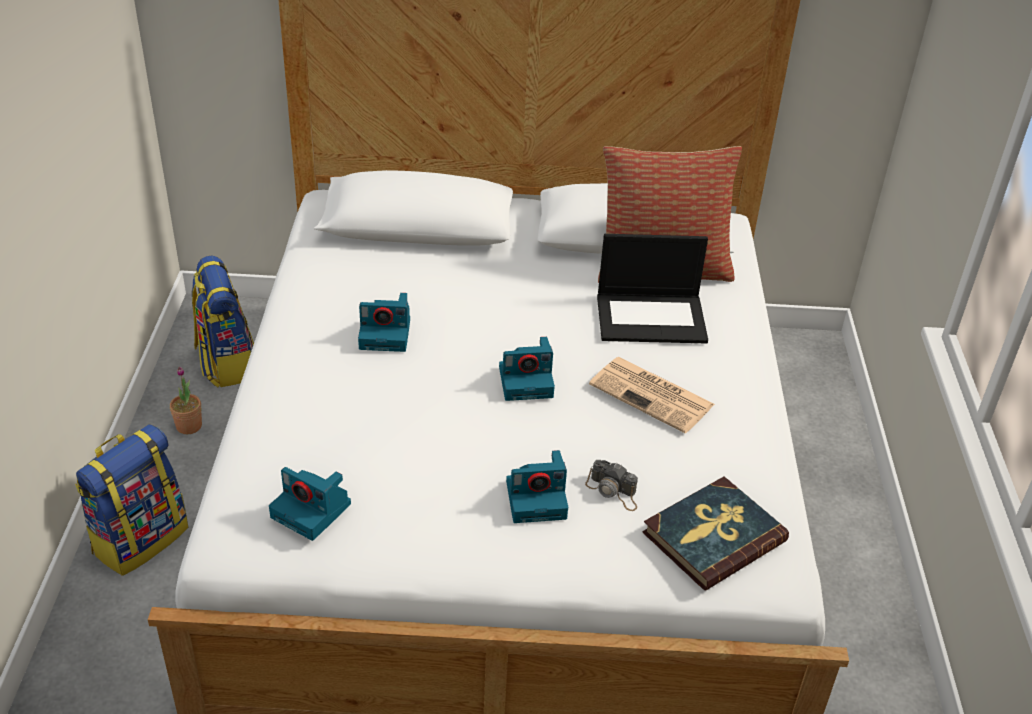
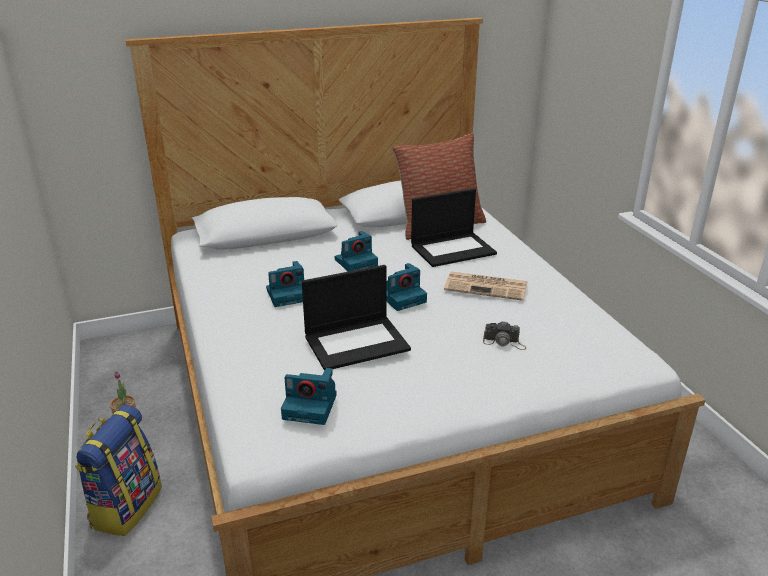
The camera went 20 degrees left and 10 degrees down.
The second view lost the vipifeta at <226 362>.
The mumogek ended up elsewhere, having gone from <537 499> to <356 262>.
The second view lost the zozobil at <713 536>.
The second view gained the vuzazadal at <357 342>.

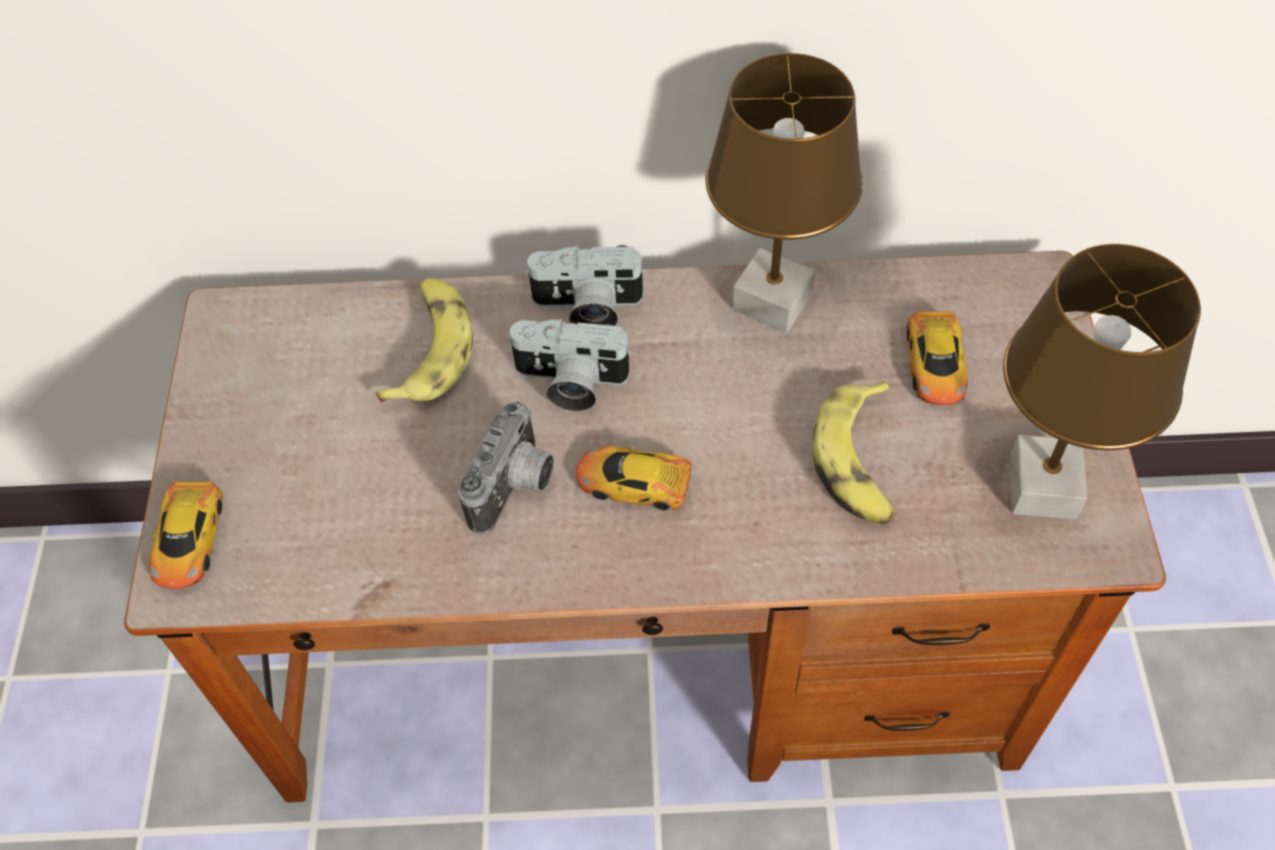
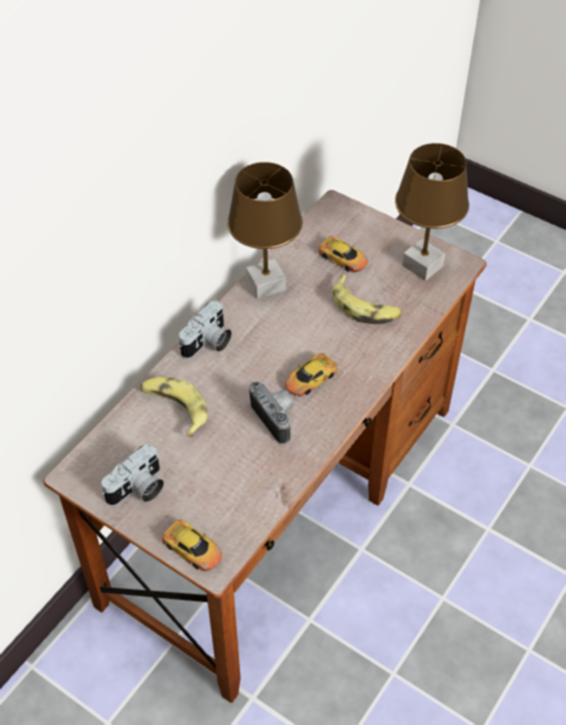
The camera went 55 degrees left and 5 degrees down.
The mumogek ended up elsewhere, having gone from <569 383> to <138 489>.

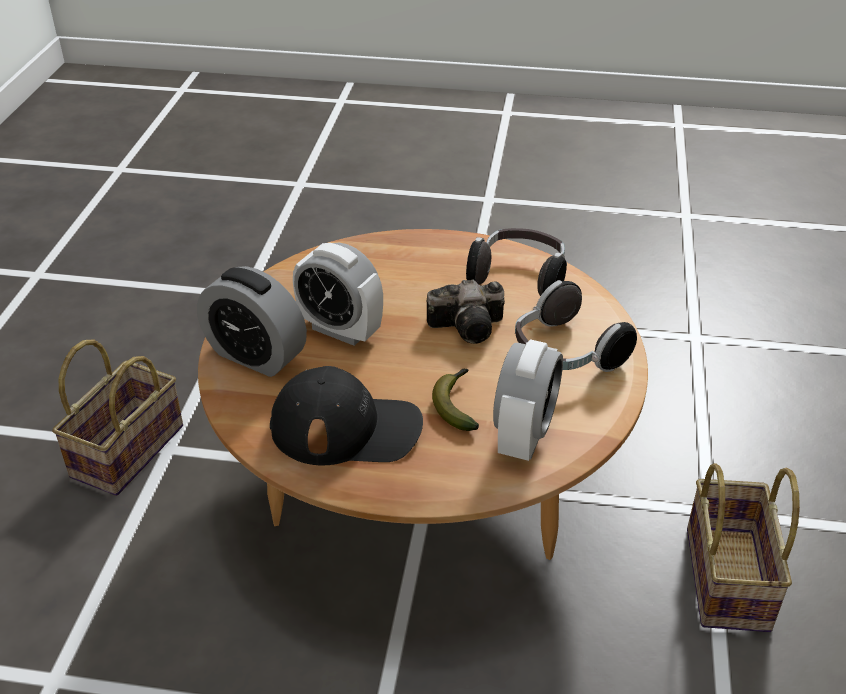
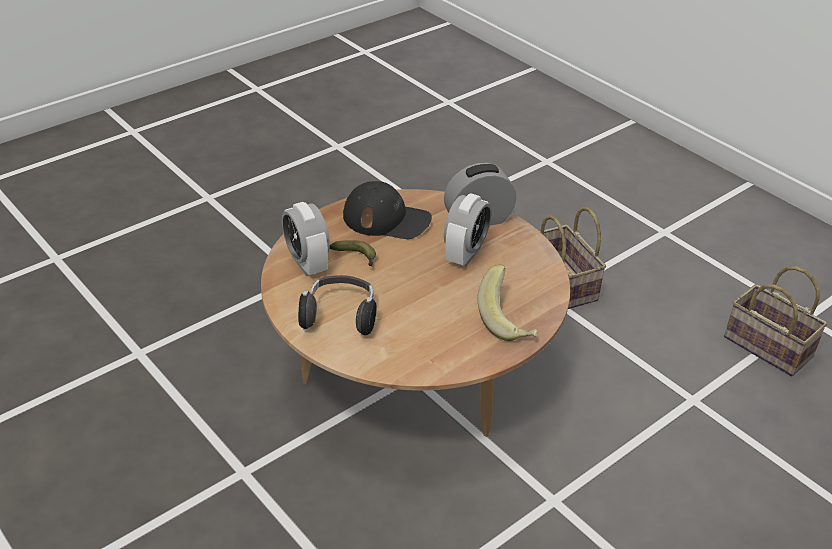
The camera went 130 degrees right and 0 degrees up.
The second view lost the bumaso at <519 278>.
The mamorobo at <340 330> ended up facing another way, 135 degrees clockwise from before.
The second view lost the mumogek at <470 327>.
The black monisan at <347 428> ended up facing another way, 120 degrees counterclockwise from before.
The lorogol ended up elsewhere, having gone from <730 581> to <765 347>.
The second view gained the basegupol at <508 321>.

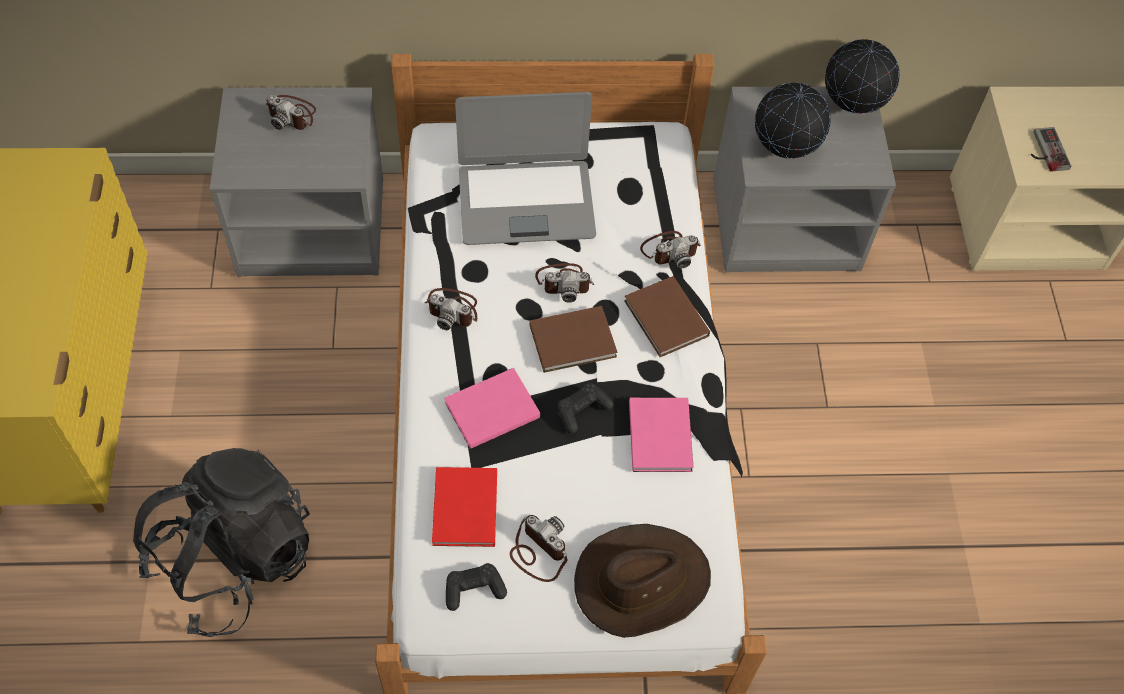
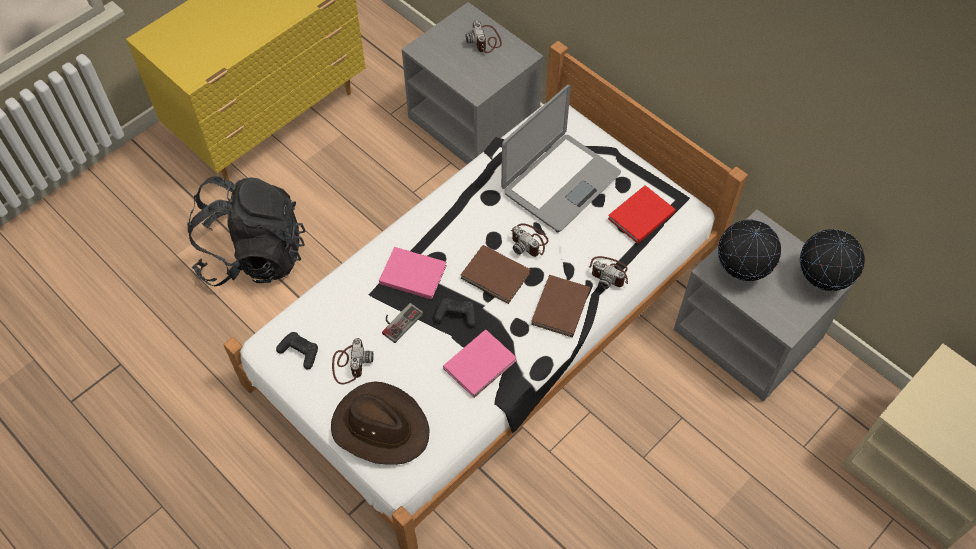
The camera went 50 degrees right and 0 degrees up.
The vuzazadal at <526 202> ended up facing another way, 90 degrees counterclockwise from before.
The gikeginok ended up elsewhere, having gone from <1045 151> to <398 321>.
The second view lost the mumogek at <453 309>.
The red zozobil ended up elsewhere, having gone from <463 510> to <639 216>.

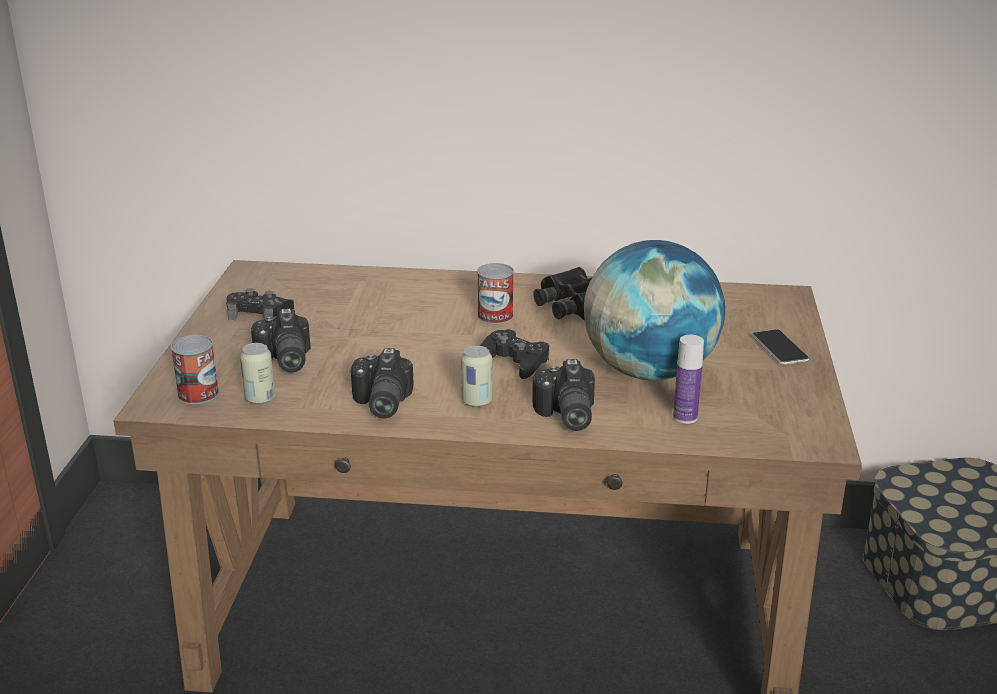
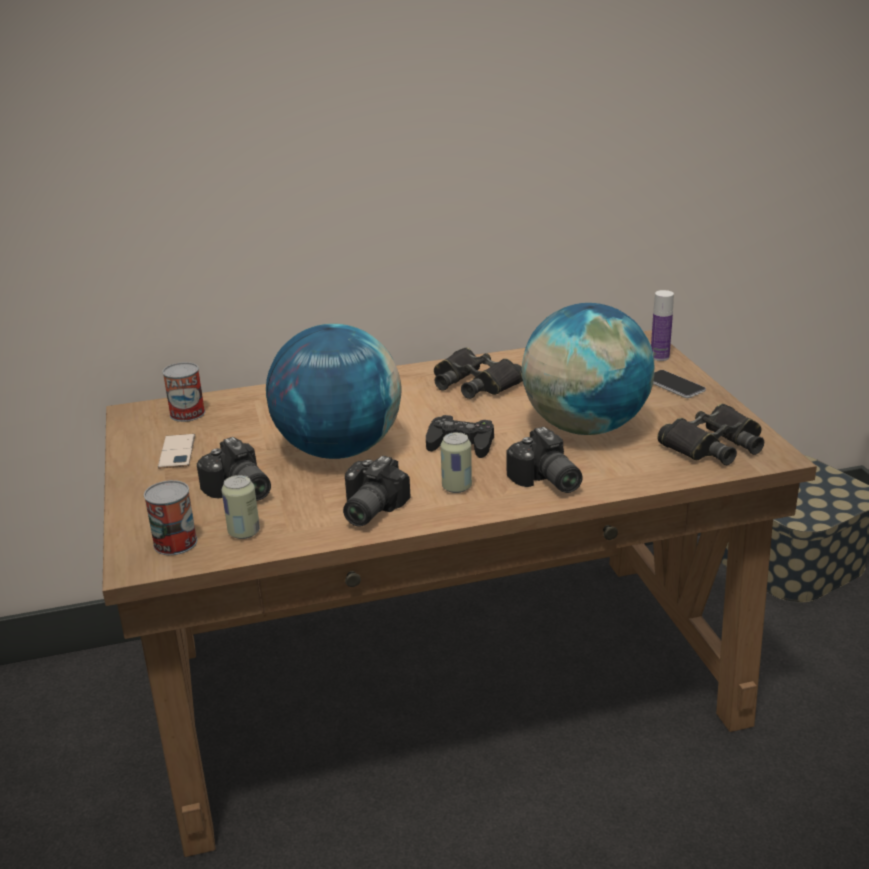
The camera went 20 degrees left and 0 degrees up.
The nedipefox ended up elsewhere, having gone from <495 316> to <187 413>.
Where the black gikeginok stood at <259 314>, the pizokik came to stand at <177 452>.
The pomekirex ended up elsewhere, having gone from <685 417> to <659 357>.
The mumogek at <379 403> ended up facing another way, 45 degrees clockwise from before.
The second view gained the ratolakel at <339 450>.
The second view gained the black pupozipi at <713 445>.

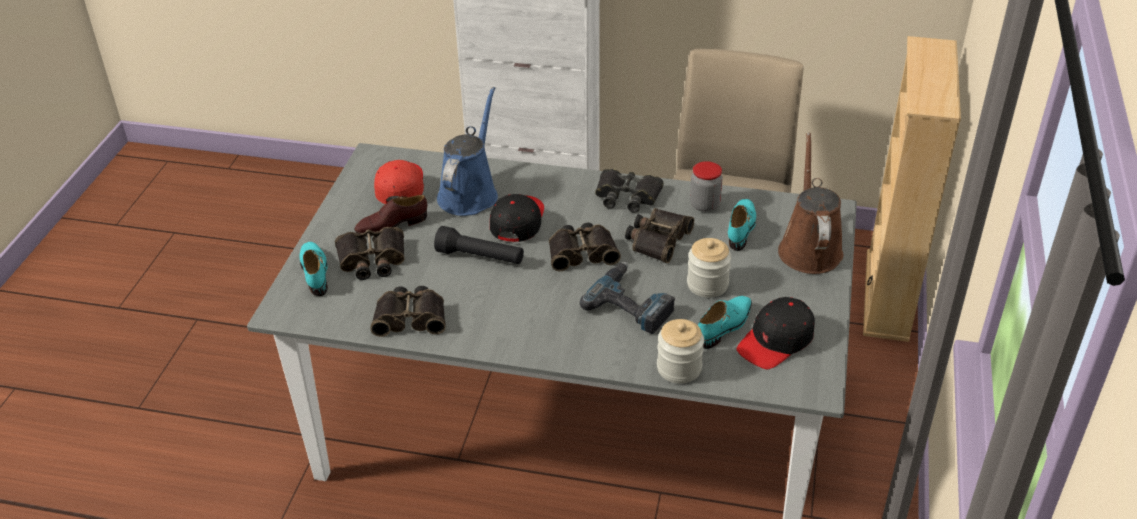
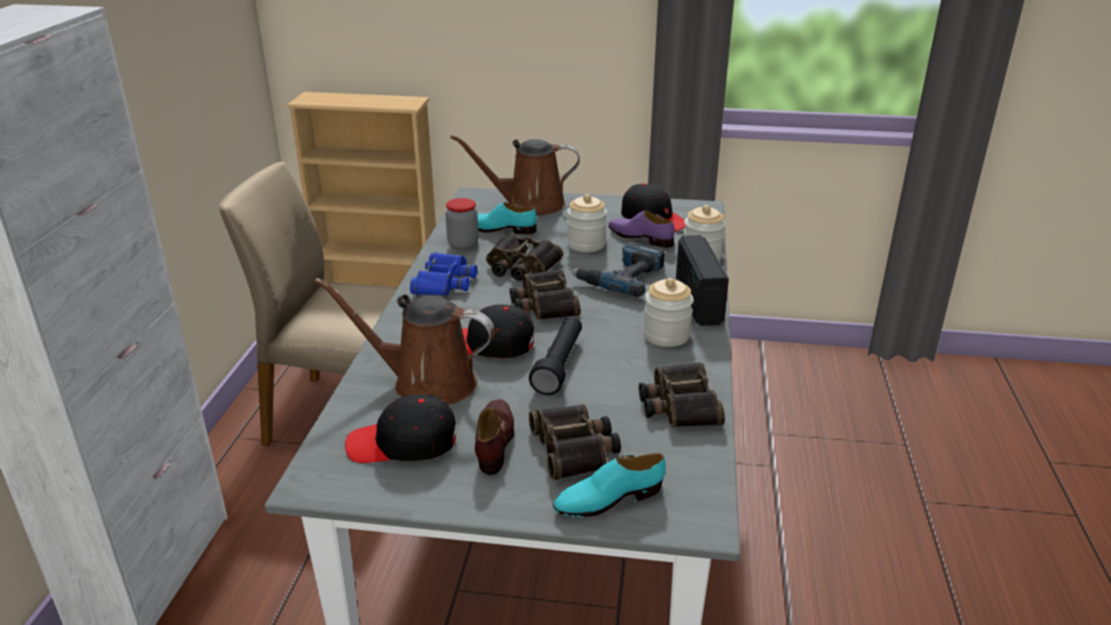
The camera went 95 degrees left and 10 degrees down.
What was the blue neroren at <470 193> turned into the brown neroren at <426 382>.
What was the red monisan at <400 187> turned into the black monisan at <403 443>.
What was the black pupozipi at <627 196> turned into the blue pupozipi at <444 282>.
The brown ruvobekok at <391 225> ended up facing another way, 150 degrees counterclockwise from before.
What was the turquoise ruvobekok at <725 326> turned into the purple ruvobekok at <640 237>.
The second view gained the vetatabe at <697 301>.
The second view gained the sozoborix at <666 335>.

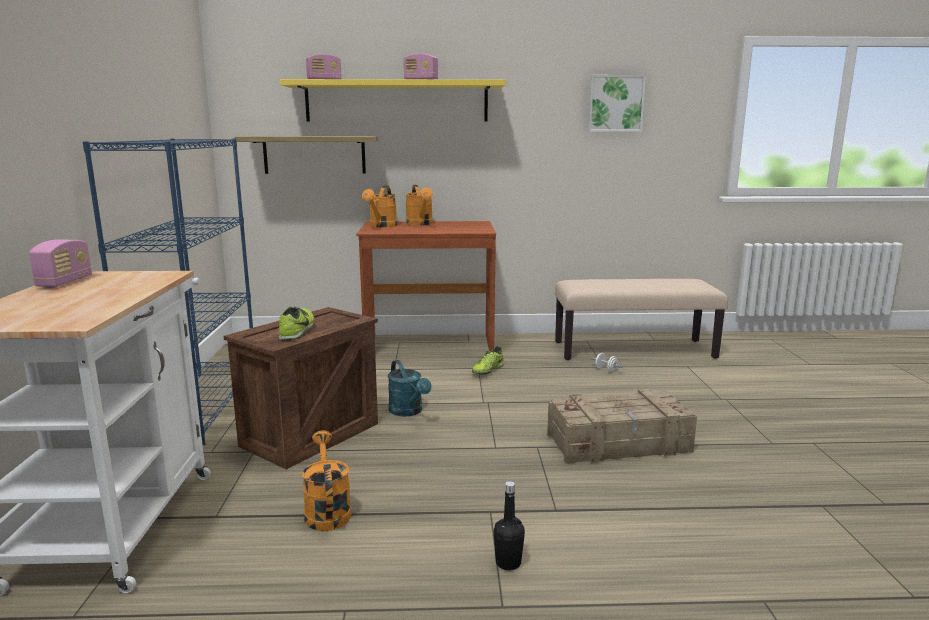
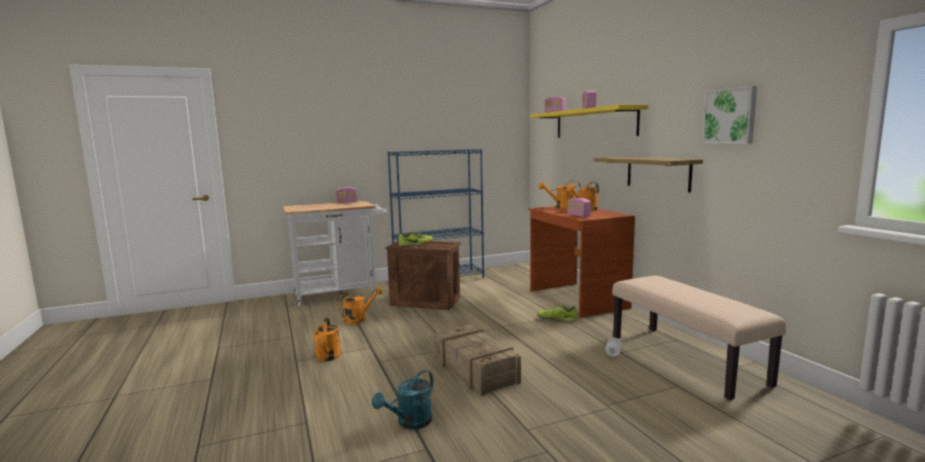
The camera went 70 degrees right and 5 degrees down.
The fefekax ended up elsewhere, having gone from <314 154> to <657 173>.
The turquoise neroren ended up elsewhere, having gone from <408 411> to <410 423>.
Where the black pomekirex stood at <508 563>, the orange neroren came to stand at <328 357>.
The second view gained the vetatabe at <578 216>.

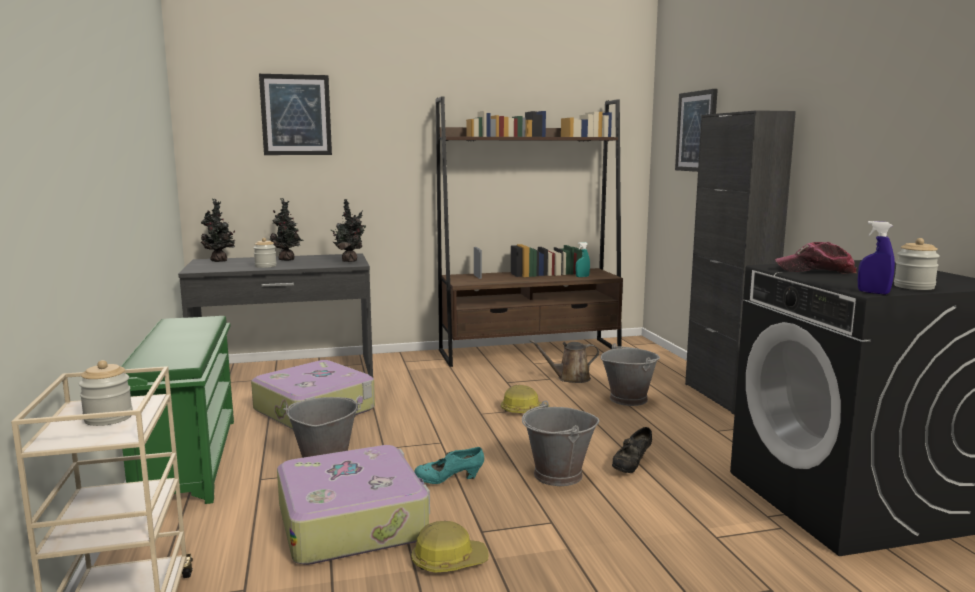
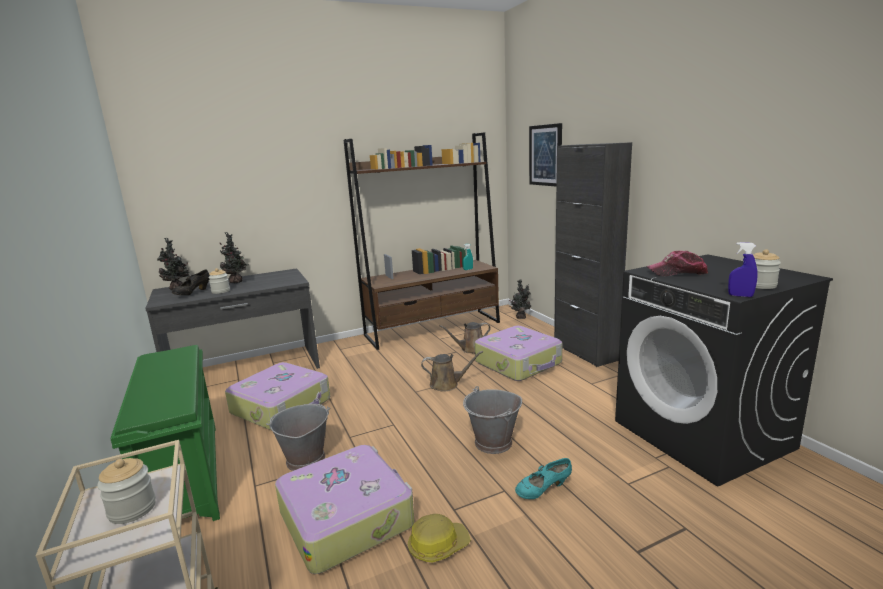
The camera went 10 degrees left and 5 degrees up.
The second view lost the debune at <296 115>.
The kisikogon ended up elsewhere, having gone from <350 261> to <520 317>.
Where the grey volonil stood at <628 399>, the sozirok came to stand at <519 363>.
Where the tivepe stood at <524 411>, the brown neroren came to stand at <447 384>.
The black ruvobekok ended up elsewhere, having gone from <631 466> to <193 293>.
The turquoise ruvobekok ended up elsewhere, having gone from <449 480> to <543 491>.

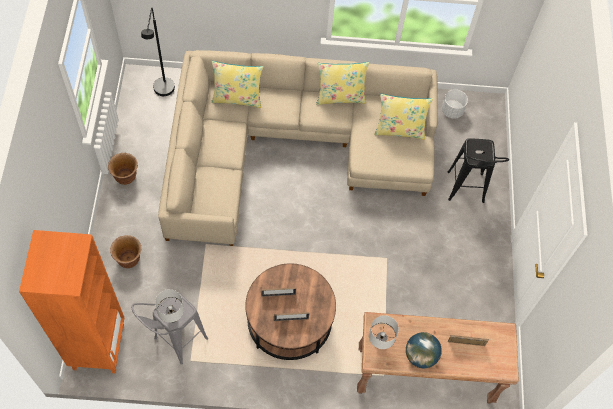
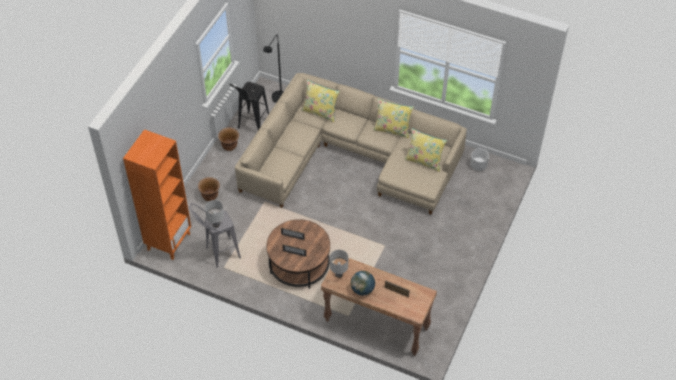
The camera went 25 degrees right and 10 degrees down.
The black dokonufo ended up elsewhere, having gone from <465 193> to <252 127>.

